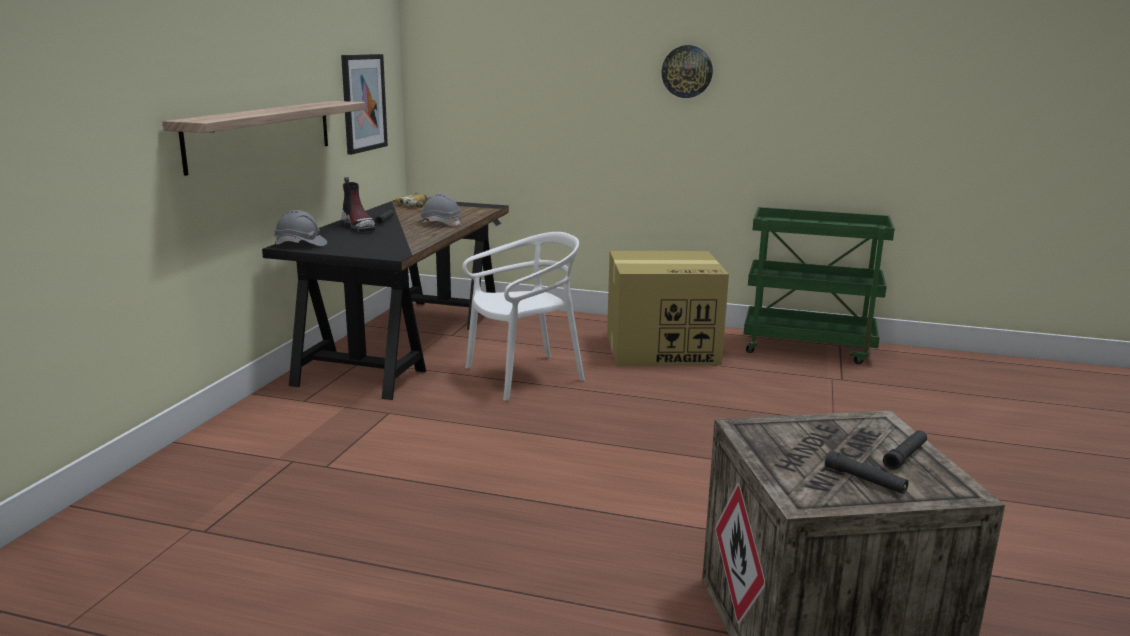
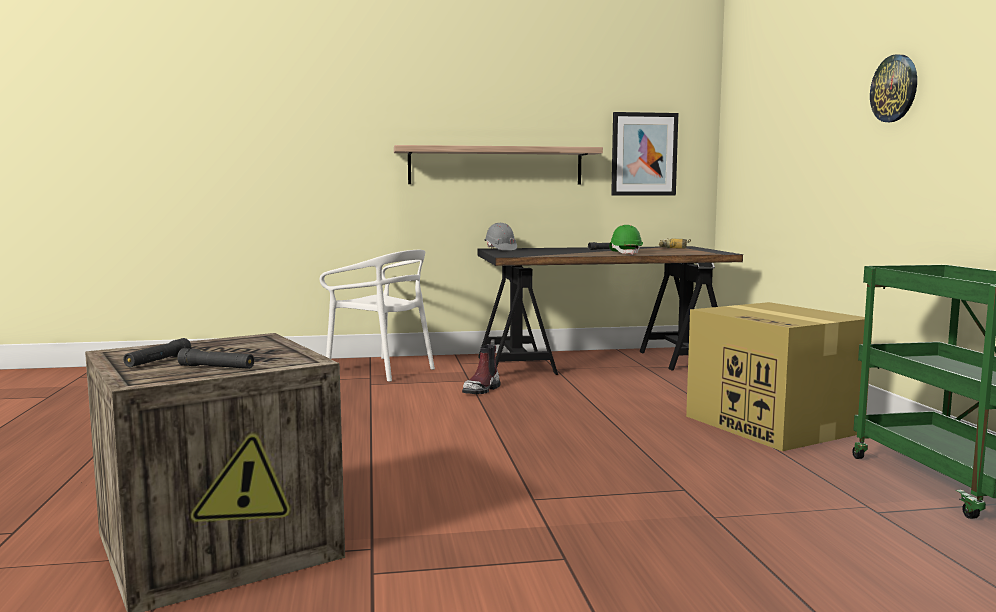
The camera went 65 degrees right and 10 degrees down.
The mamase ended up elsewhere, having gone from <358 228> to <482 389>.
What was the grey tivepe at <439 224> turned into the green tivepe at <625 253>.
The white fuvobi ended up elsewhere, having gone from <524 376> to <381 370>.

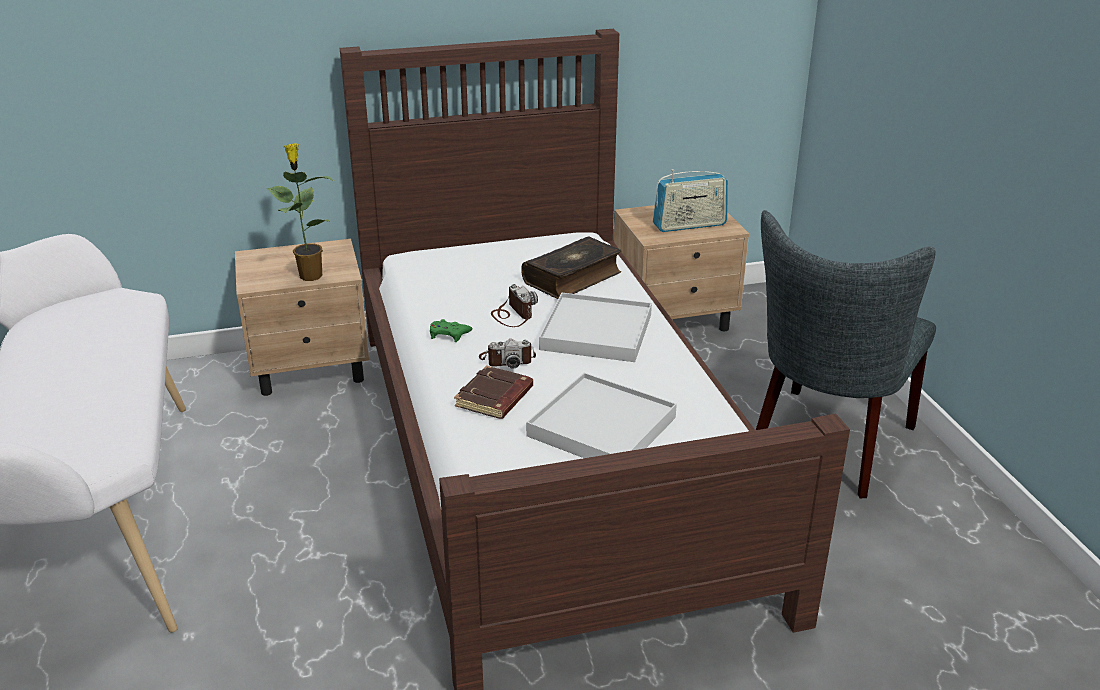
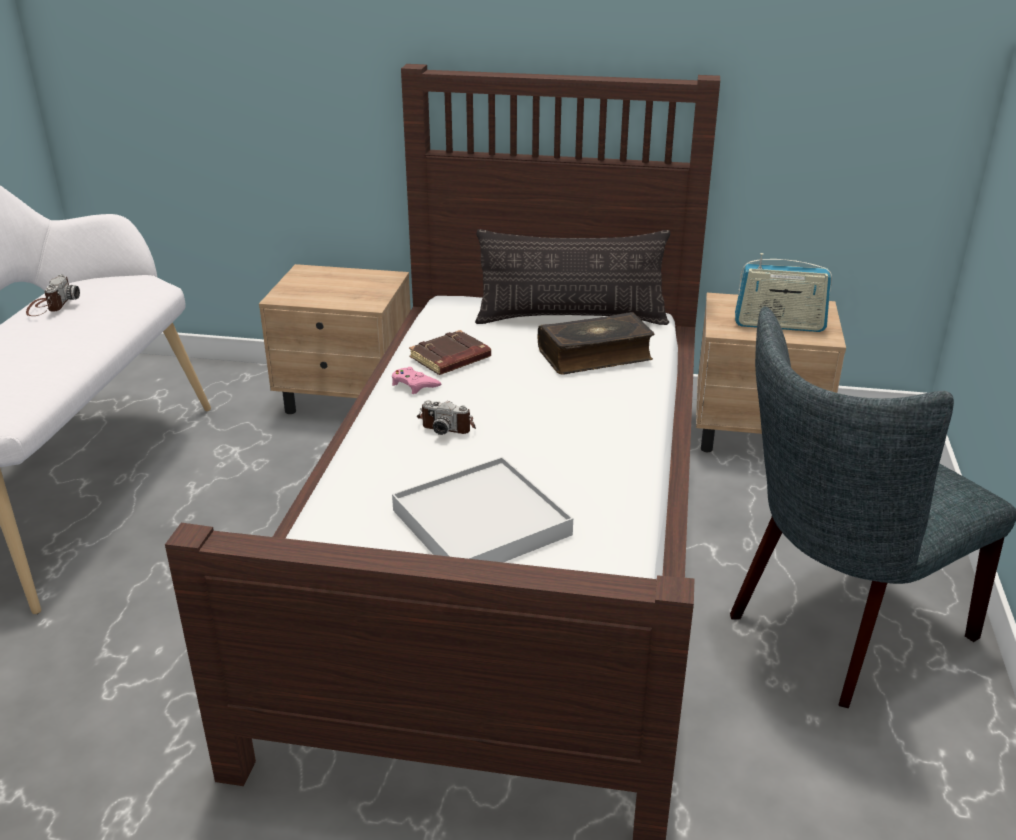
The camera went 25 degrees right and 0 degrees up.
The second view lost the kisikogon at <310 275>.
The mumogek ended up elsewhere, having gone from <513 314> to <51 305>.
The second view lost the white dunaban at <596 332>.
What was the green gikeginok at <449 334> turned into the pink gikeginok at <414 385>.
The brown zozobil ended up elsewhere, having gone from <495 398> to <450 359>.
The second view gained the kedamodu at <571 319>.

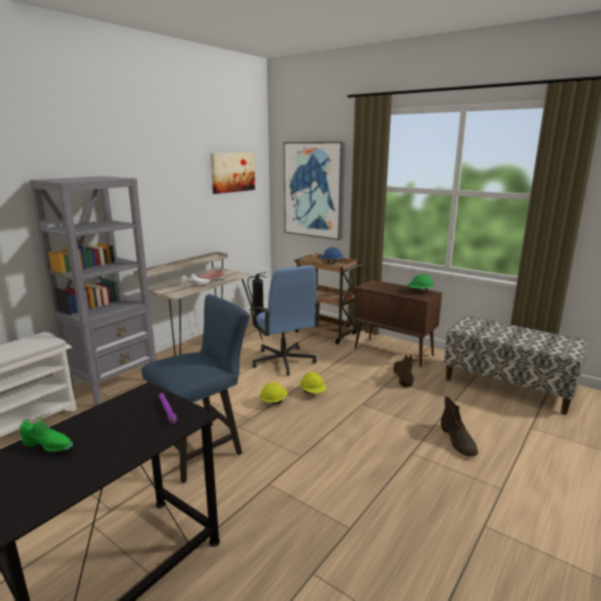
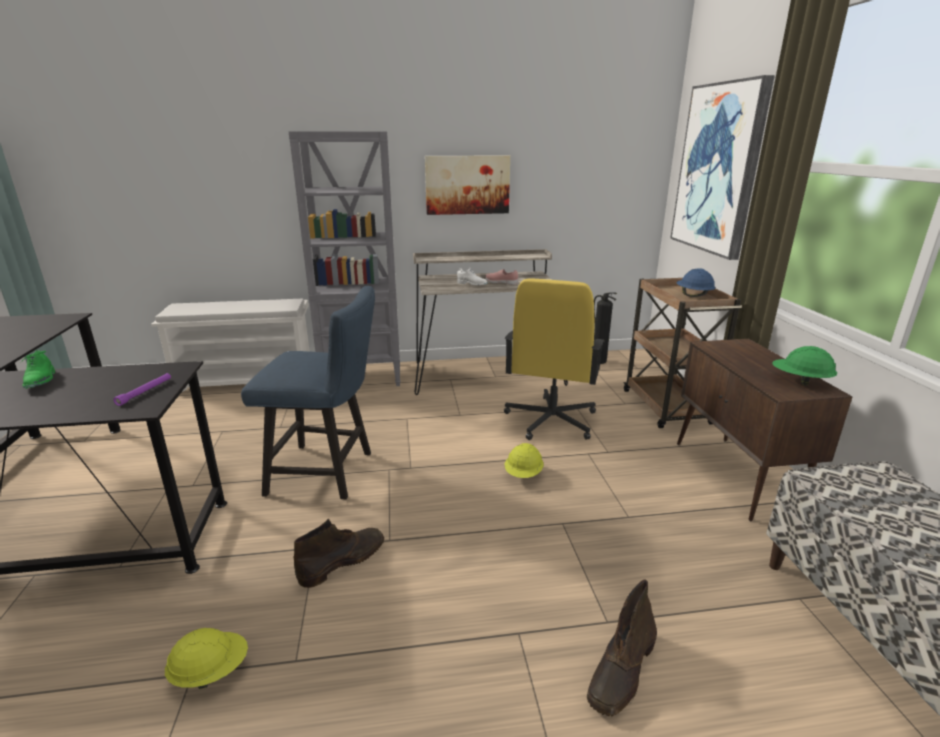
The camera went 45 degrees right and 5 degrees up.
The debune ended up elsewhere, having gone from <232 172> to <467 185>.
What was the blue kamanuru at <283 361> turned into the yellow kamanuru at <550 420>.
The brown mamase ended up elsewhere, having gone from <402 376> to <343 561>.
The yellow tivepe ended up elsewhere, having gone from <273 401> to <211 671>.

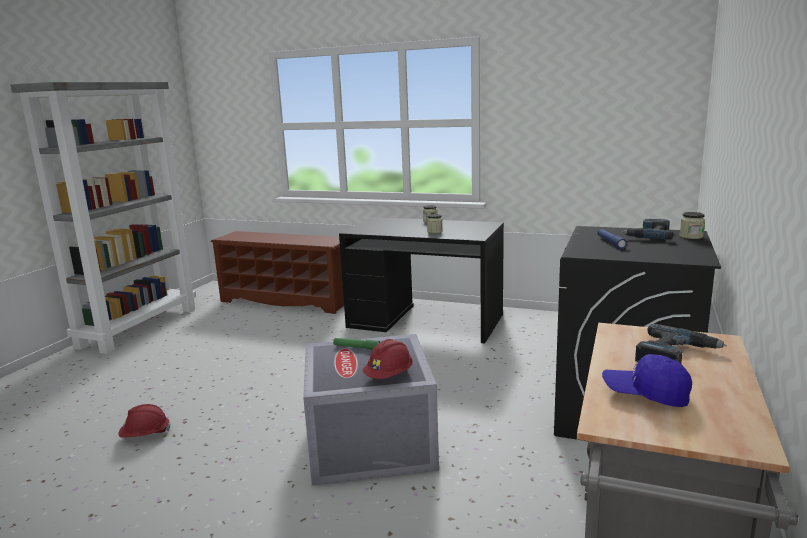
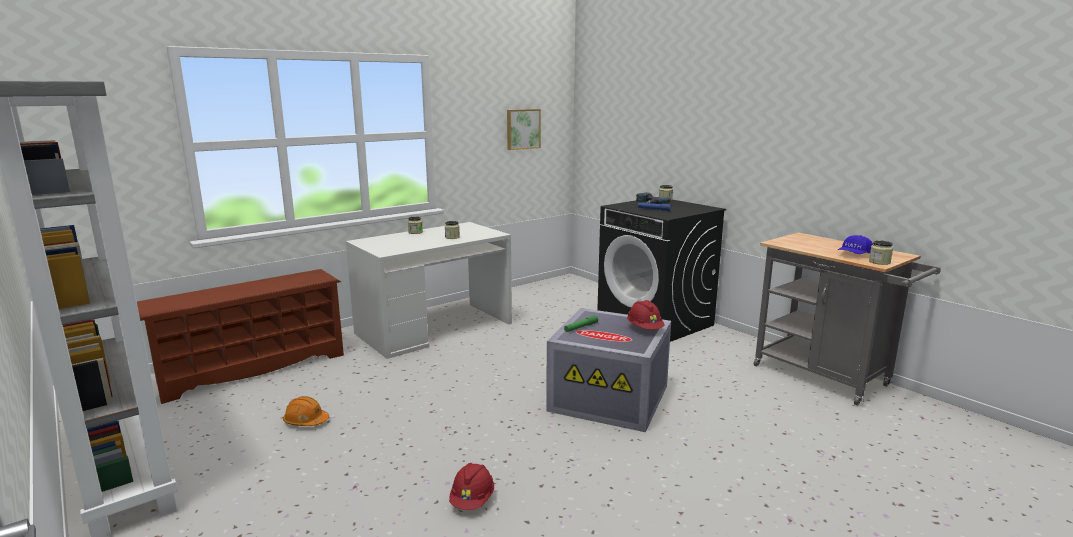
The camera went 60 degrees left and 0 degrees up.
What was the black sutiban at <425 321> turned into the white sutiban at <434 328>.
The second view lost the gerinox at <675 355>.
The second view gained the debune at <522 129>.
The second view gained the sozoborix at <879 262>.
The second view gained the orange tivepe at <306 421>.

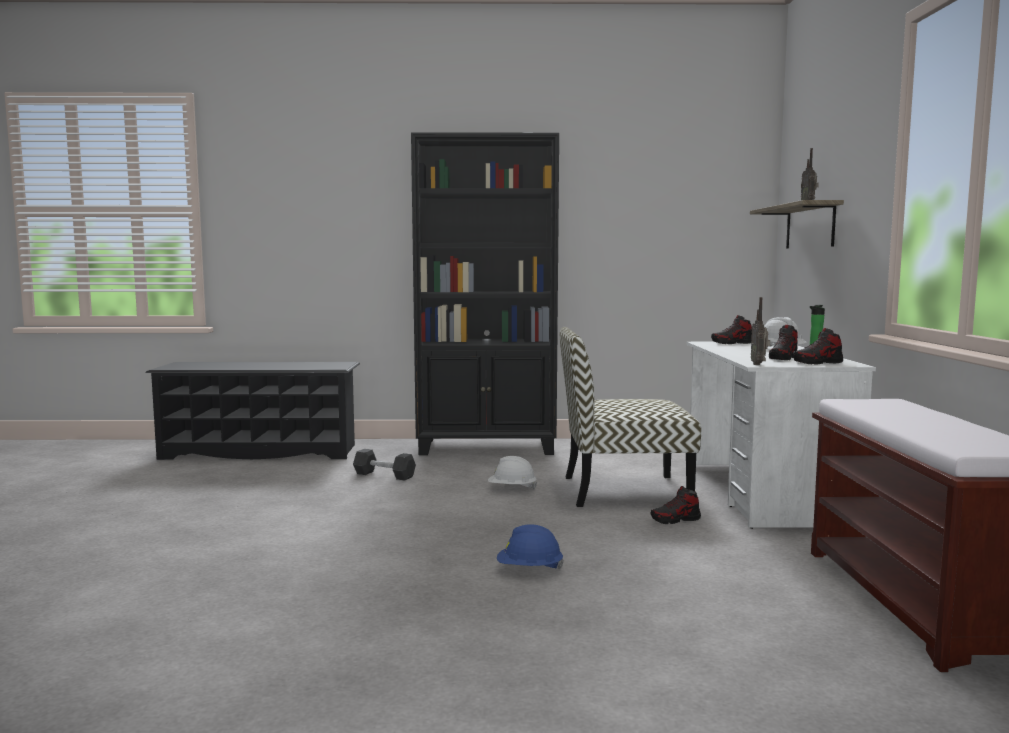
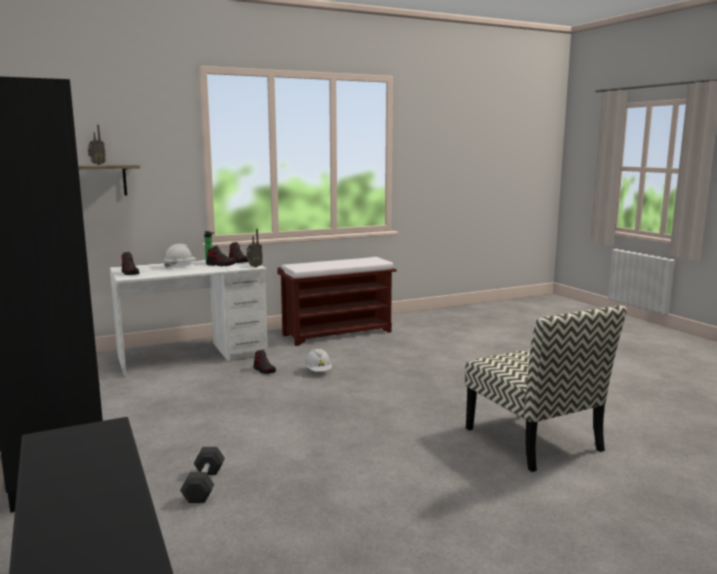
The camera went 115 degrees left and 5 degrees up.
The fuvobi ended up elsewhere, having gone from <623 490> to <534 440>.
The white tivepe ended up elsewhere, having gone from <512 489> to <318 371>.
The second view lost the blue tivepe at <529 569>.

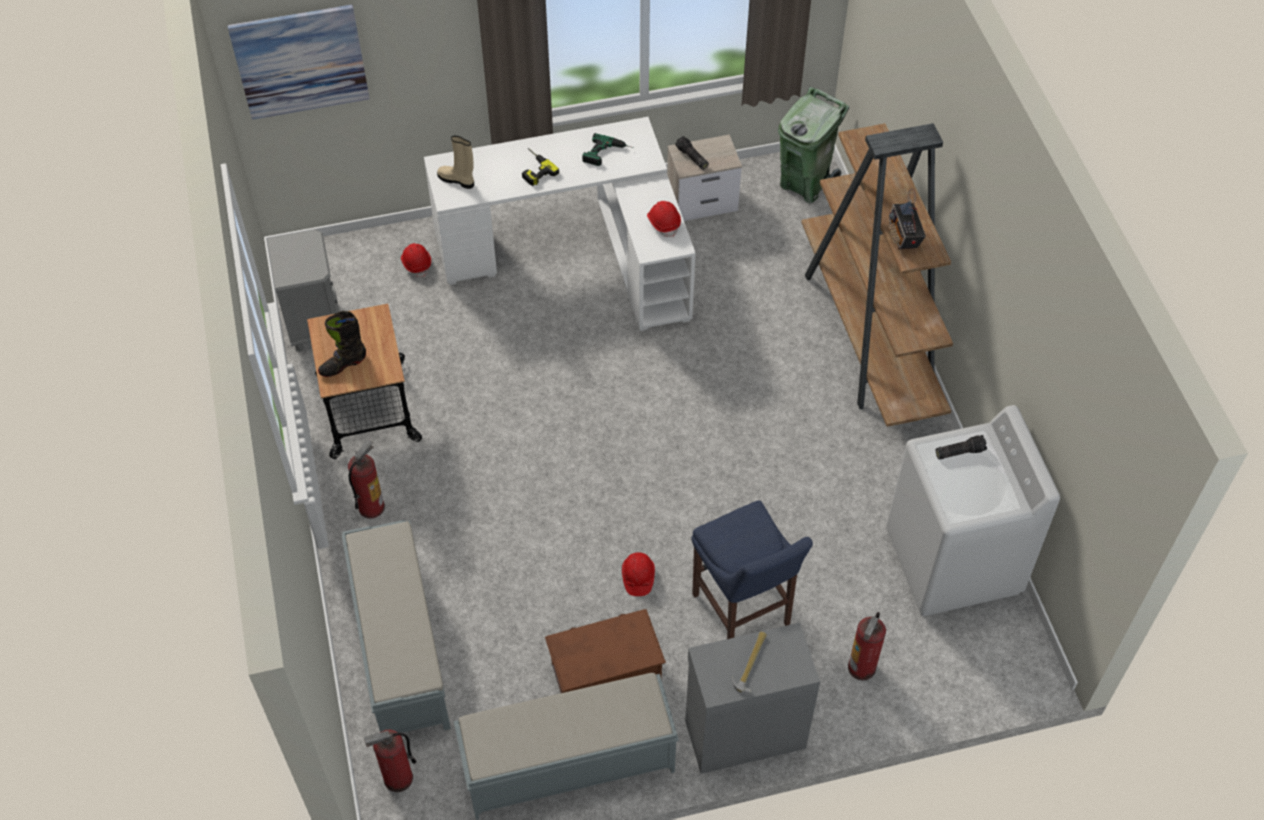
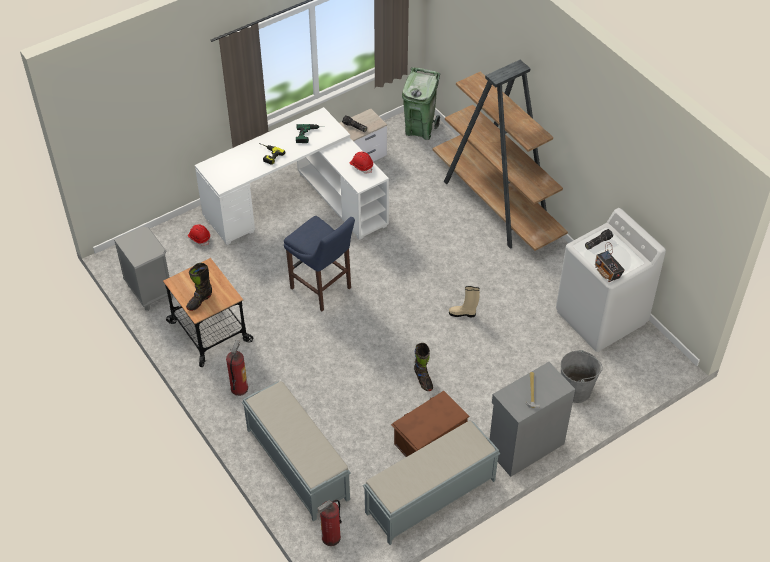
The camera went 20 degrees left and 5 degrees down.
The second view lost the debune at <300 61>.
The beige mamase ended up elsewhere, having gone from <457 180> to <463 313>.
The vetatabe ended up elsewhere, having gone from <904 236> to <607 273>.
The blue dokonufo ended up elsewhere, having gone from <743 613> to <322 290>.
Where the red tivepe stood at <638 577>, the black mamase came to stand at <423 380>.
Where the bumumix stood at <862 668>, the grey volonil came to stand at <576 390>.

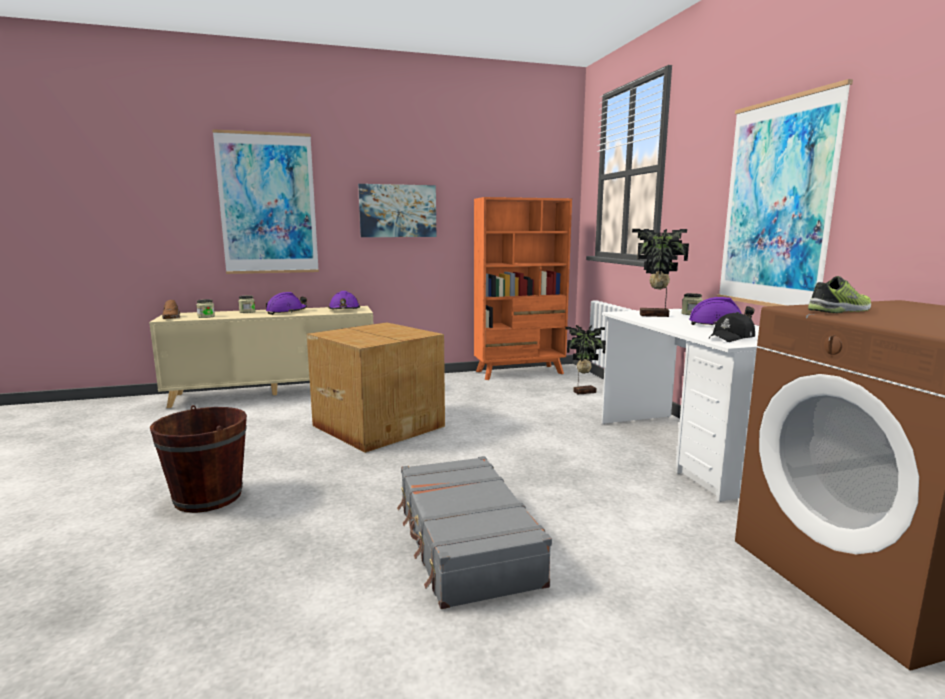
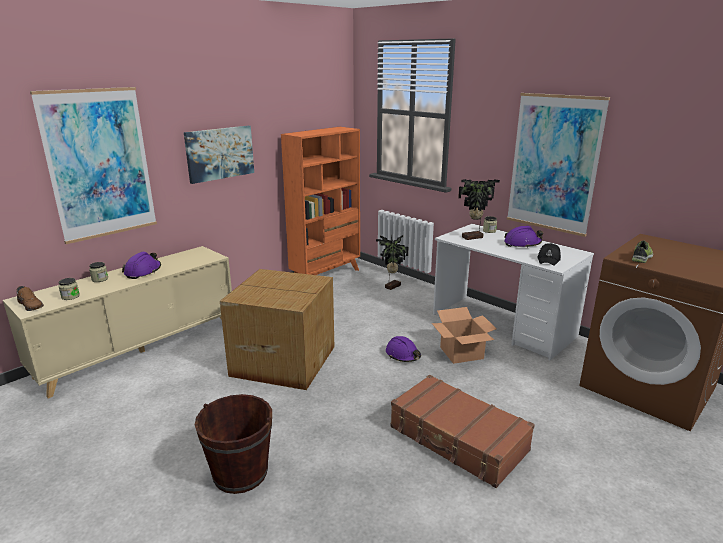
The camera went 30 degrees left and 10 degrees up.
The purple tivepe ended up elsewhere, having gone from <344 310> to <403 355>.
What was the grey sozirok at <465 543> turned into the brown sozirok at <457 439>.
The second view gained the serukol at <462 353>.

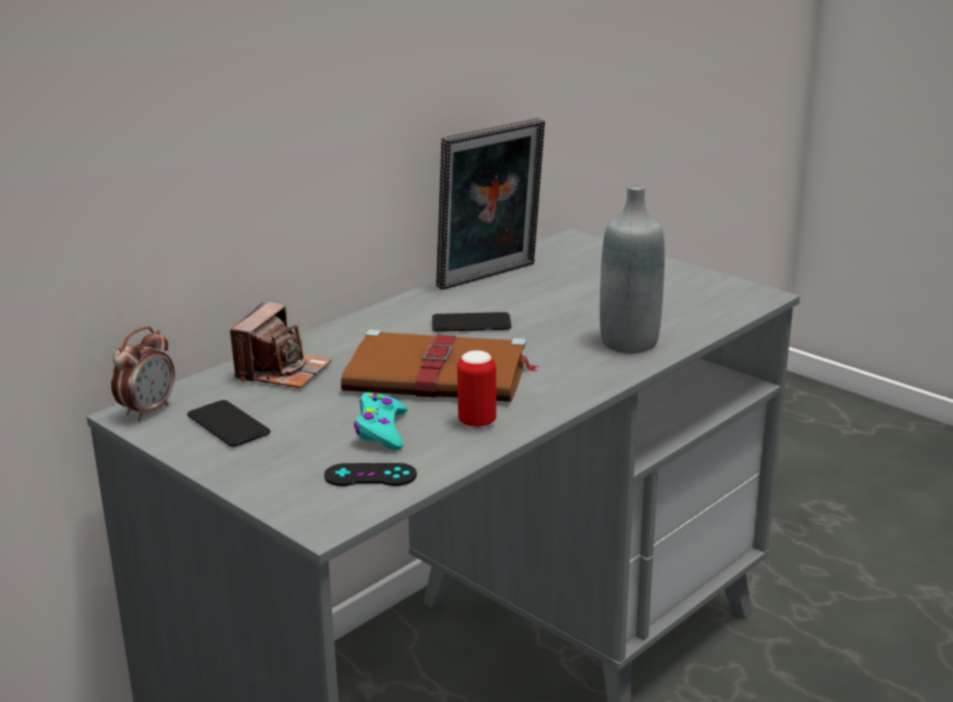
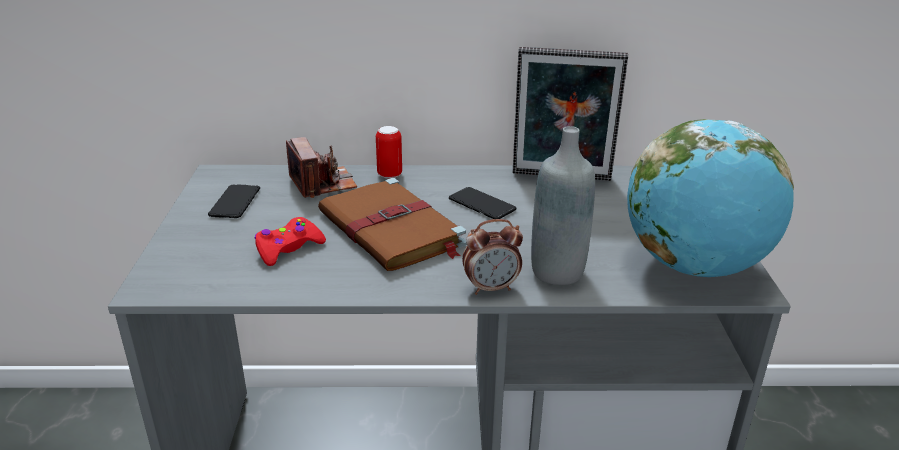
The camera went 45 degrees right and 5 degrees up.
The mumogek at <282 371> ended up facing another way, 90 degrees counterclockwise from before.
The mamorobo ended up elsewhere, having gone from <148 411> to <491 288>.
The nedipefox ended up elsewhere, having gone from <477 422> to <389 175>.
What was the turquoise gikeginok at <381 431> turned into the red gikeginok at <288 248>.
The second view lost the black gikeginok at <370 475>.
The second view gained the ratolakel at <694 266>.

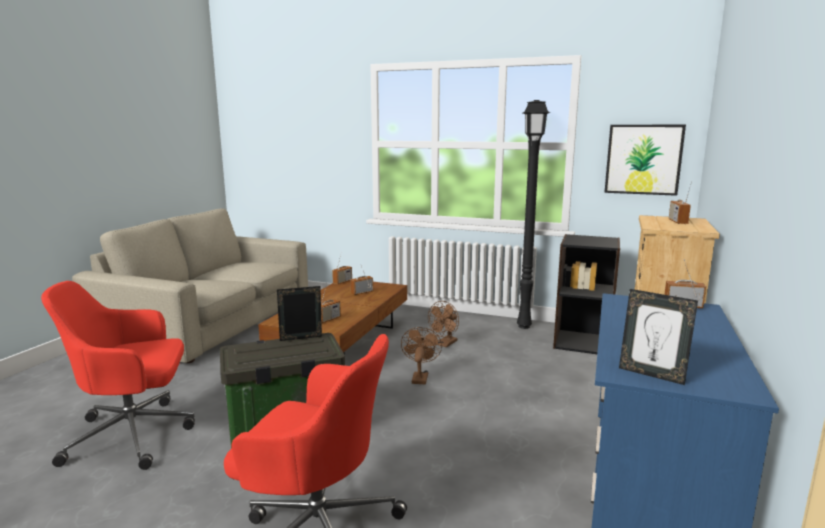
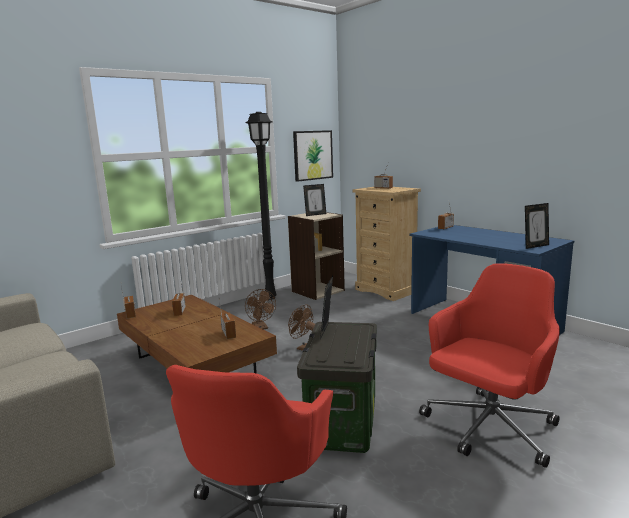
The camera went 60 degrees left and 0 degrees up.
What was the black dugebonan at <582 342> turned into the beige dugebonan at <317 291>.
The second view gained the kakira at <315 214>.

